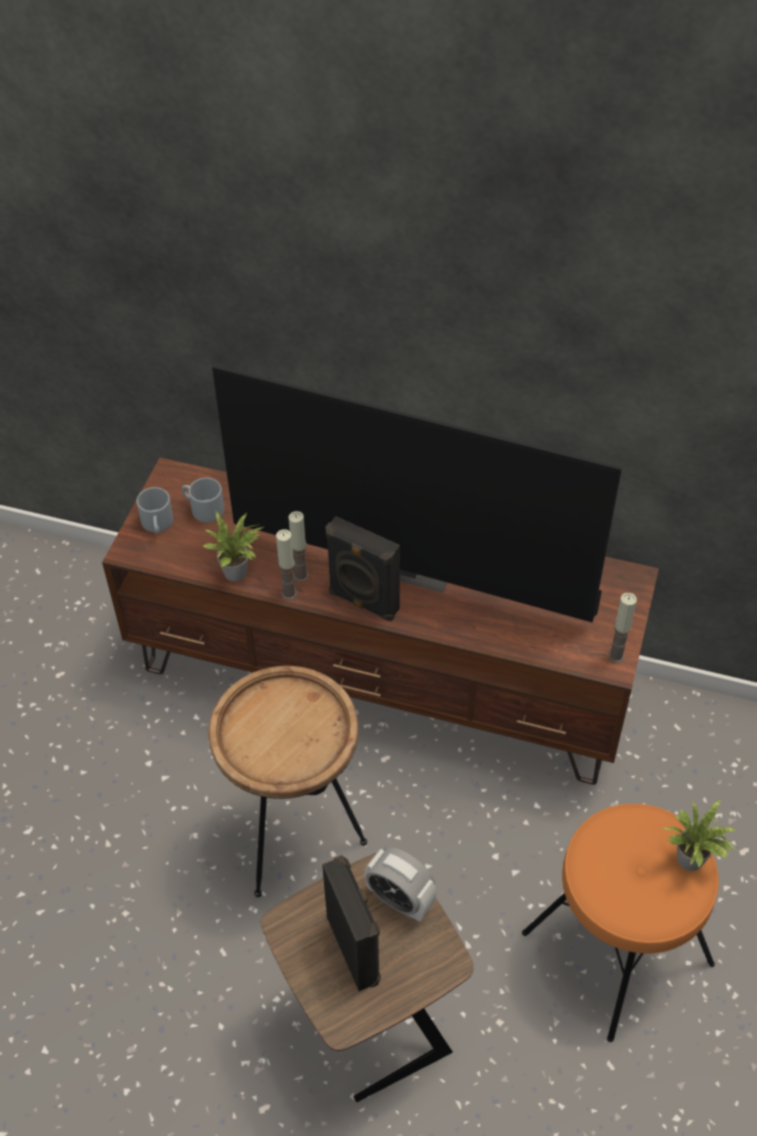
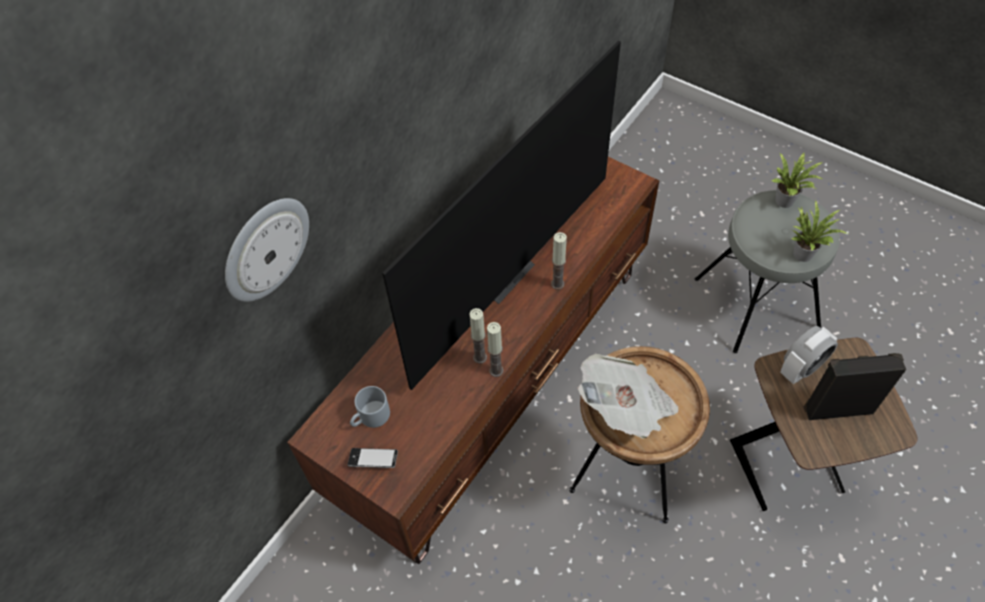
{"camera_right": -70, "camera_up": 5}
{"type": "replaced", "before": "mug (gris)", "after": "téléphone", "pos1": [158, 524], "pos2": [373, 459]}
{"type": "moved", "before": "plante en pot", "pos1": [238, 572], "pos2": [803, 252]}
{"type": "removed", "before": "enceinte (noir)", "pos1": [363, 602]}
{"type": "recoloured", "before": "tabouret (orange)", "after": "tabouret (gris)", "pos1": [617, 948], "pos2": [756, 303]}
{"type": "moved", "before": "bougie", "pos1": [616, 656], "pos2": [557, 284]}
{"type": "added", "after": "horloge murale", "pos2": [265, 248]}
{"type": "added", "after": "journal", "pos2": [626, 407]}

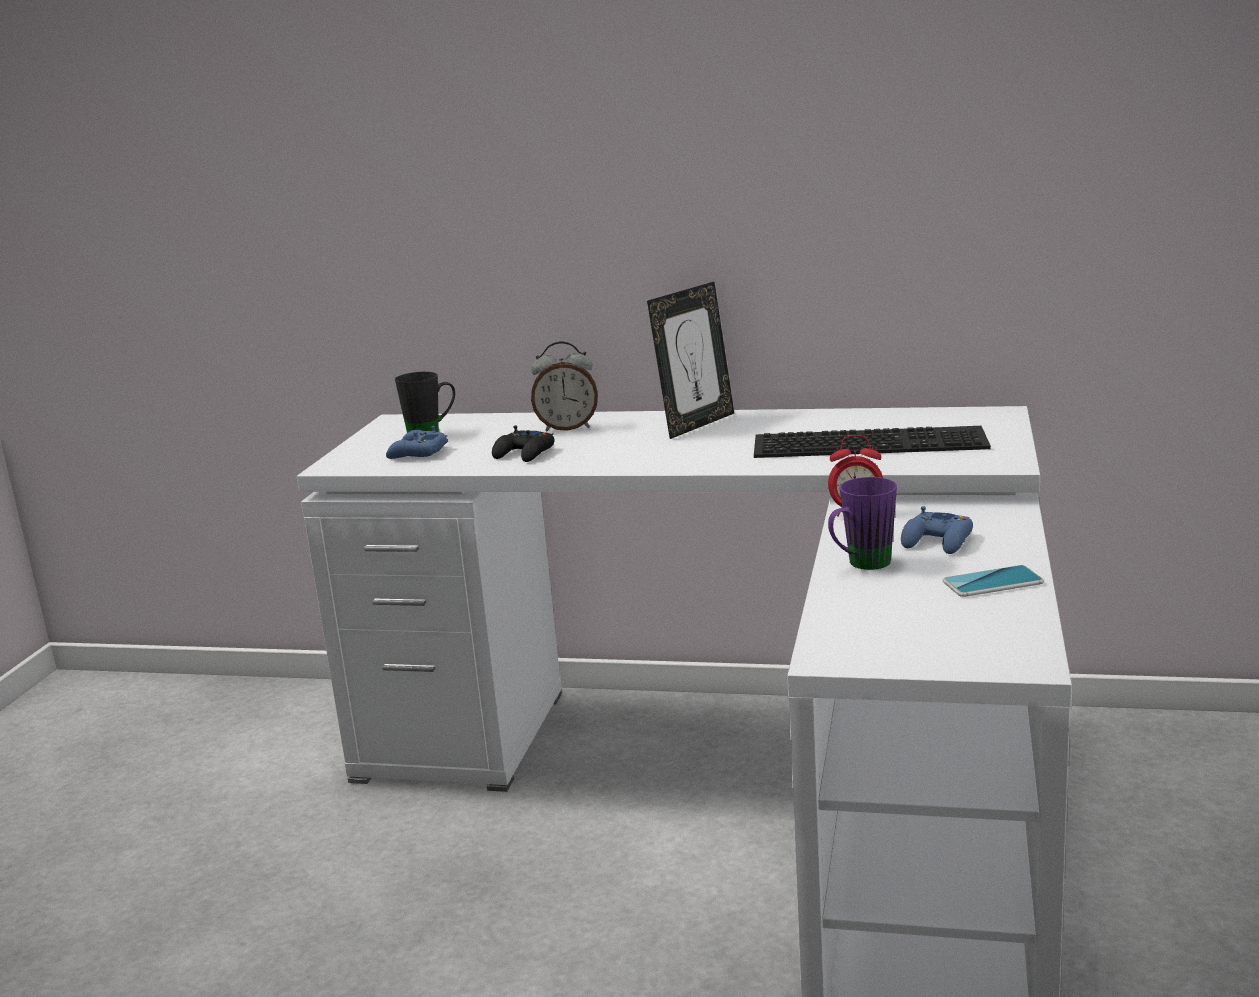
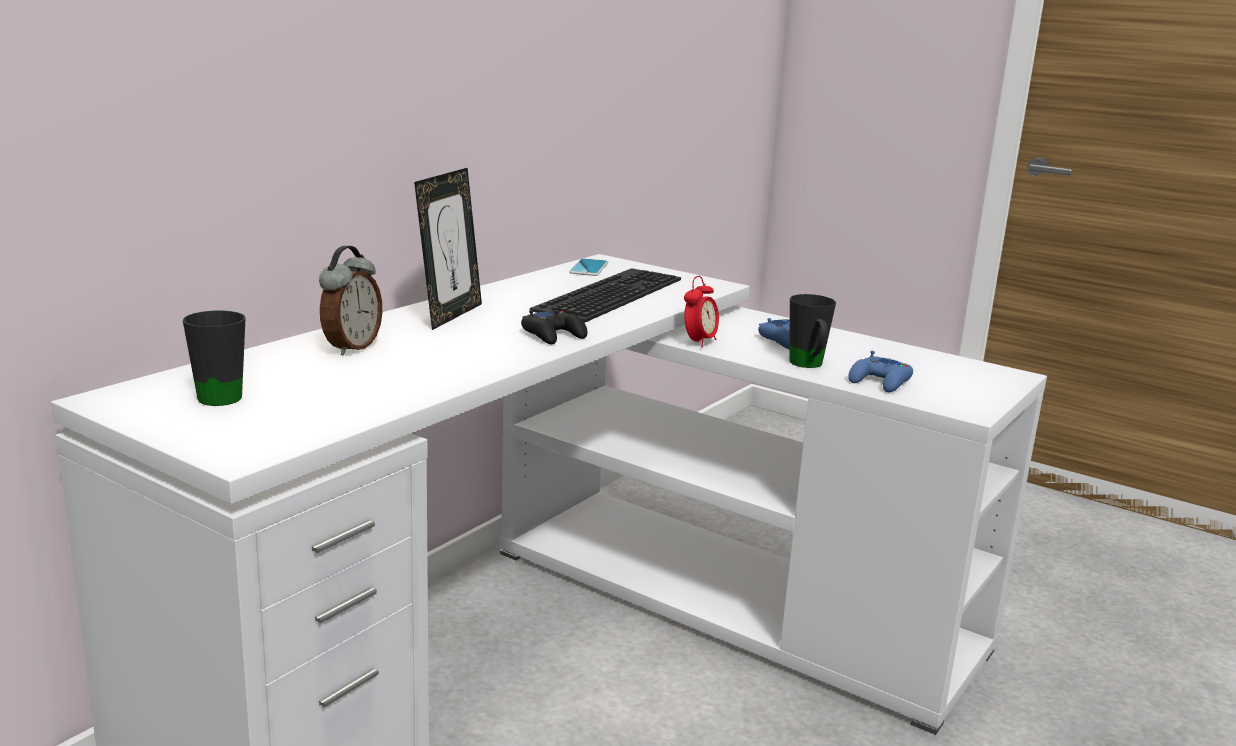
{"camera_right": -70, "camera_up": 0}
{"type": "moved", "before": "manette (bleu)", "pos1": [417, 453], "pos2": [880, 382]}
{"type": "moved", "before": "manette (noir)", "pos1": [524, 453], "pos2": [554, 335]}
{"type": "turned", "before": "cadre photo", "pos1": [696, 424], "pos2": [450, 315], "turn": 45}
{"type": "recoloured", "before": "mug (violet)", "after": "mug (noir)", "pos1": [861, 565], "pos2": [808, 366]}
{"type": "moved", "before": "téléphone", "pos1": [992, 582], "pos2": [589, 268]}

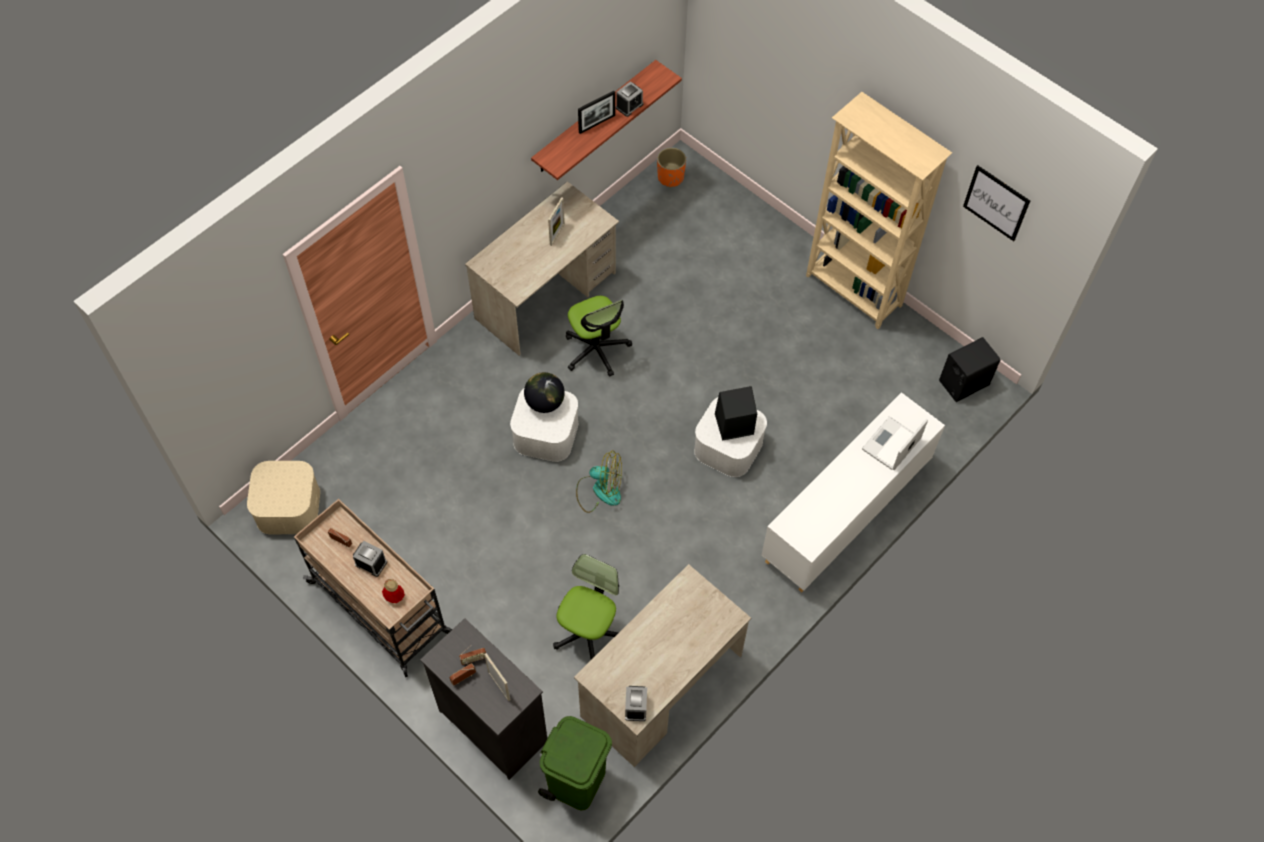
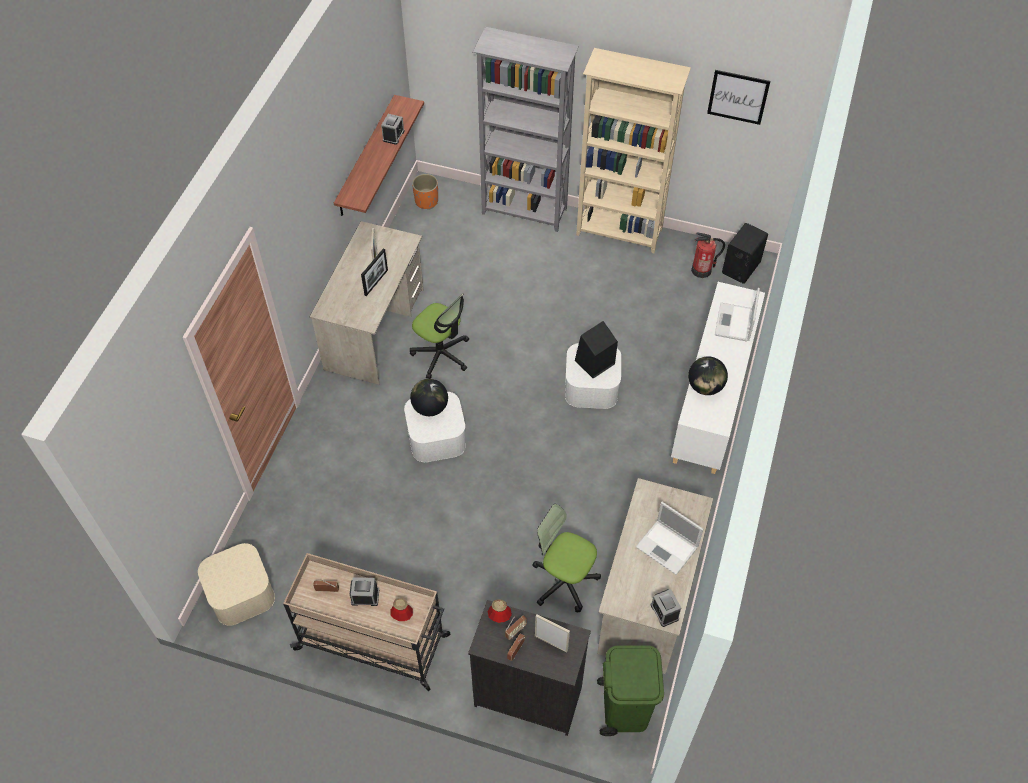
{"camera_right": -25, "camera_up": -5}
{"type": "turned", "before": "chaise de bureau", "pos1": [589, 632], "pos2": [564, 581], "turn": -60}
{"type": "removed", "before": "ventilateur", "pos1": [599, 490]}
{"type": "moved", "before": "cadre photo", "pos1": [597, 124], "pos2": [376, 282]}
{"type": "added", "after": "bibliothèque (gris)", "pos2": [524, 212]}
{"type": "added", "after": "bouteille", "pos2": [499, 616]}
{"type": "added", "after": "ordinateur portable", "pos2": [668, 547]}
{"type": "added", "after": "globe", "pos2": [705, 387]}
{"type": "added", "after": "extincteur", "pos2": [701, 270]}

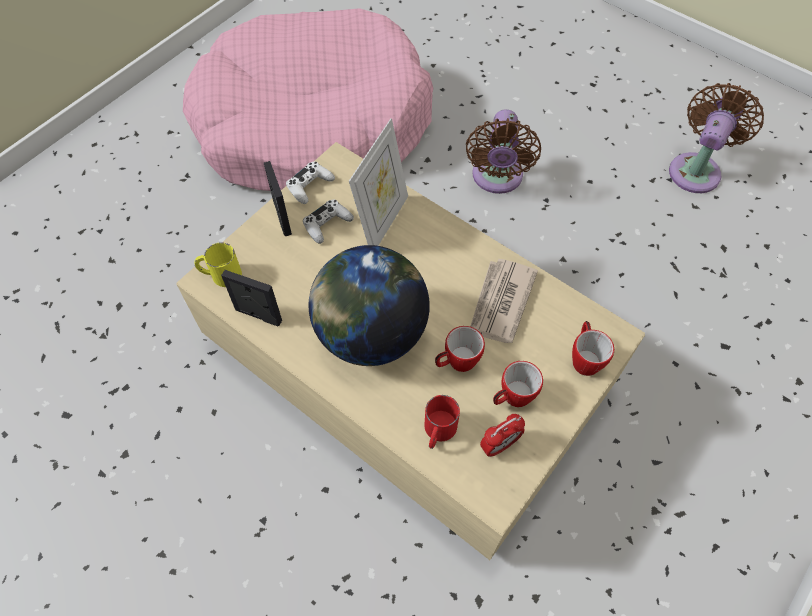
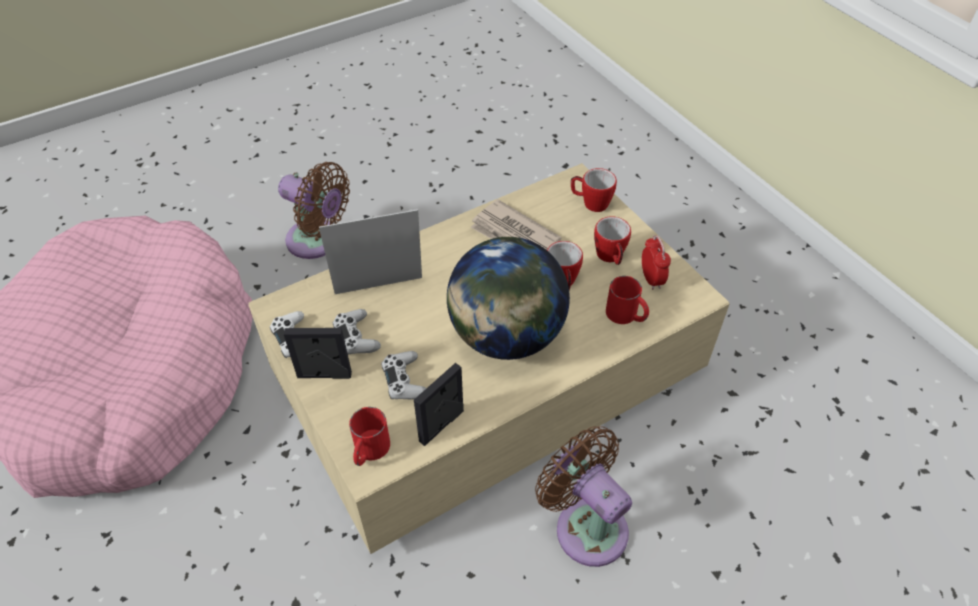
{"camera_right": -70, "camera_up": -10}
{"type": "recoloured", "before": "mug (jaune)", "after": "mug (rouge)", "pos1": [220, 274], "pos2": [369, 451]}
{"type": "turned", "before": "cadre photo", "pos1": [382, 222], "pos2": [380, 292], "turn": -60}
{"type": "moved", "before": "ventilateur (marron)", "pos1": [696, 169], "pos2": [586, 525]}
{"type": "added", "after": "manette (blanc)", "pos2": [404, 381]}

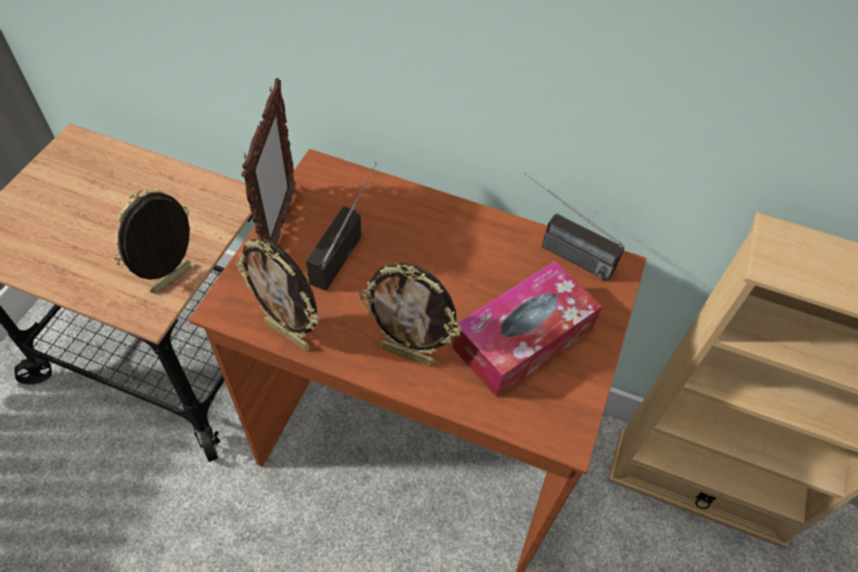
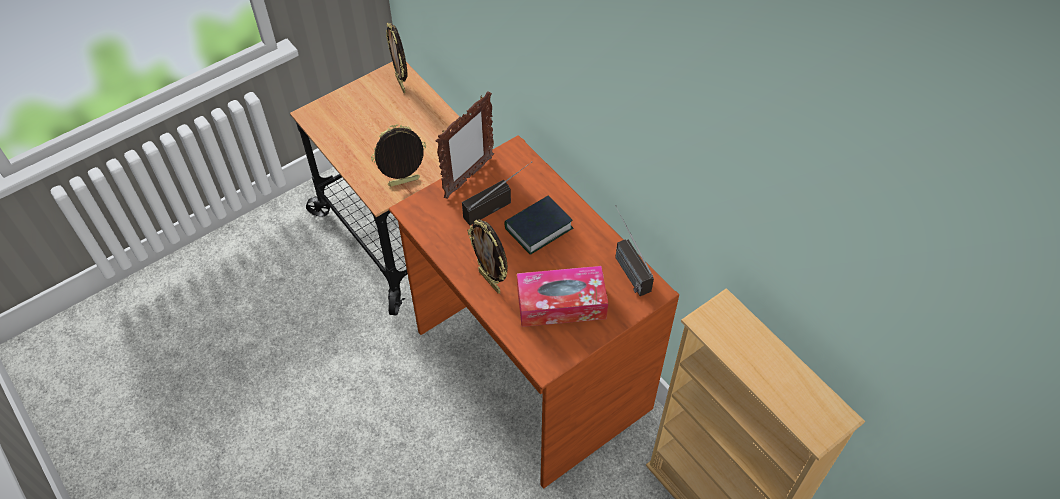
{"camera_right": 35, "camera_up": 0}
{"type": "moved", "before": "cadre photo", "pos1": [289, 335], "pos2": [401, 84]}
{"type": "added", "after": "livre", "pos2": [538, 228]}

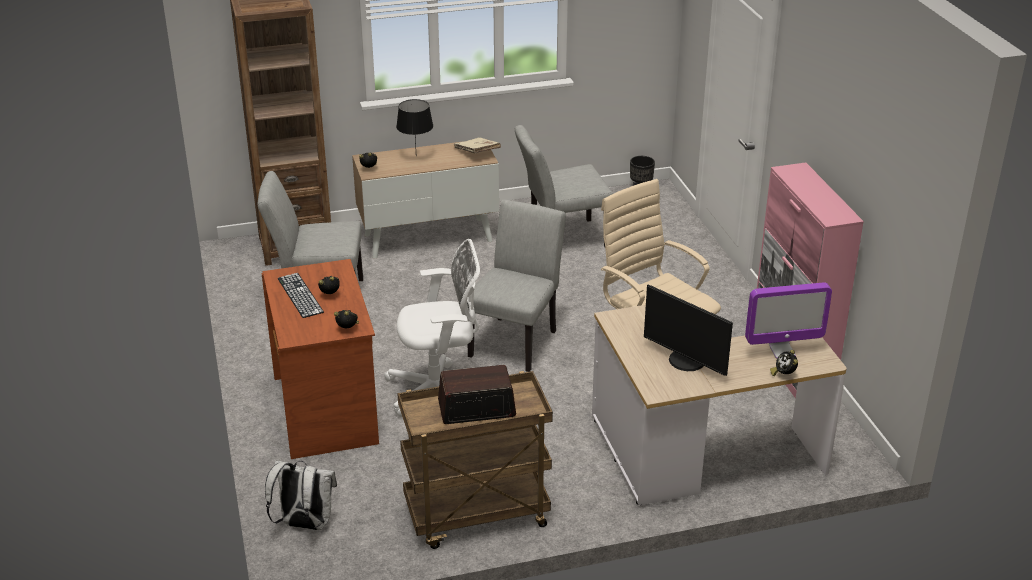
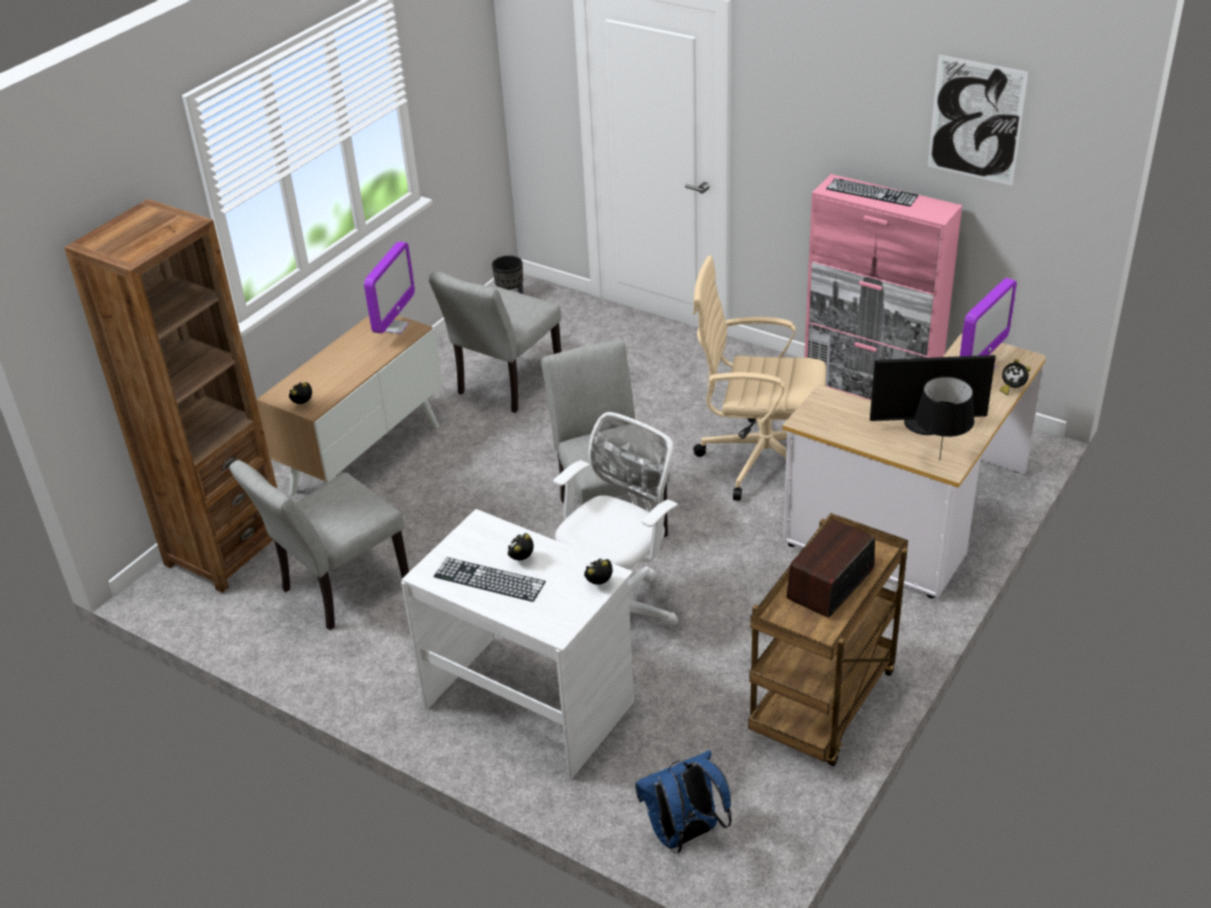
{"camera_right": -40, "camera_up": 5}
{"type": "recoloured", "before": "bureau (marron)", "after": "bureau (blanc)", "pos1": [326, 410], "pos2": [530, 704]}
{"type": "recoloured", "before": "sac à dos (blanc)", "after": "sac à dos (bleu)", "pos1": [304, 524], "pos2": [684, 835]}
{"type": "moved", "before": "lampe de table (noir)", "pos1": [415, 156], "pos2": [939, 460]}
{"type": "replaced", "before": "livre (beige)", "after": "écran d'ordinateur", "pos1": [477, 152], "pos2": [394, 327]}
{"type": "added", "after": "clavier", "pos2": [872, 192]}
{"type": "added", "after": "tableau", "pos2": [976, 120]}

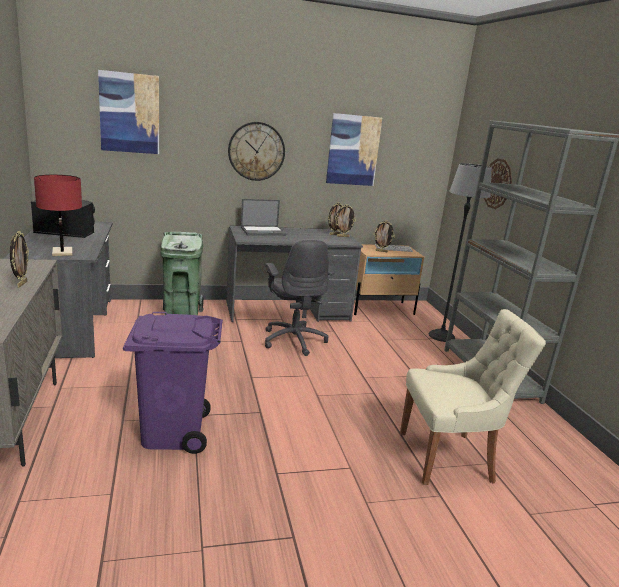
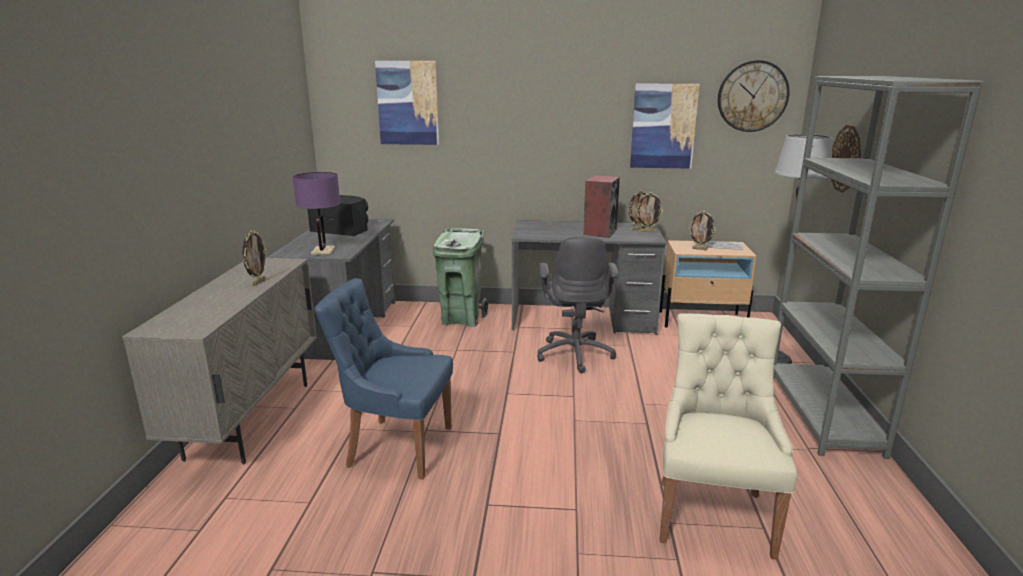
{"camera_right": 20, "camera_up": 0}
{"type": "recoloured", "before": "lampe de table (rouge)", "after": "lampe de table (violet)", "pos1": [62, 252], "pos2": [323, 251]}
{"type": "replaced", "before": "poubelle (violet)", "after": "chaise (bleu)", "pos1": [172, 432], "pos2": [396, 446]}
{"type": "moved", "before": "horloge murale", "pos1": [256, 151], "pos2": [752, 96]}
{"type": "removed", "before": "ordinateur portable", "pos1": [263, 231]}
{"type": "turned", "before": "chaise (beige)", "pos1": [449, 457], "pos2": [712, 513], "turn": -90}
{"type": "added", "after": "enceinte", "pos2": [599, 232]}

